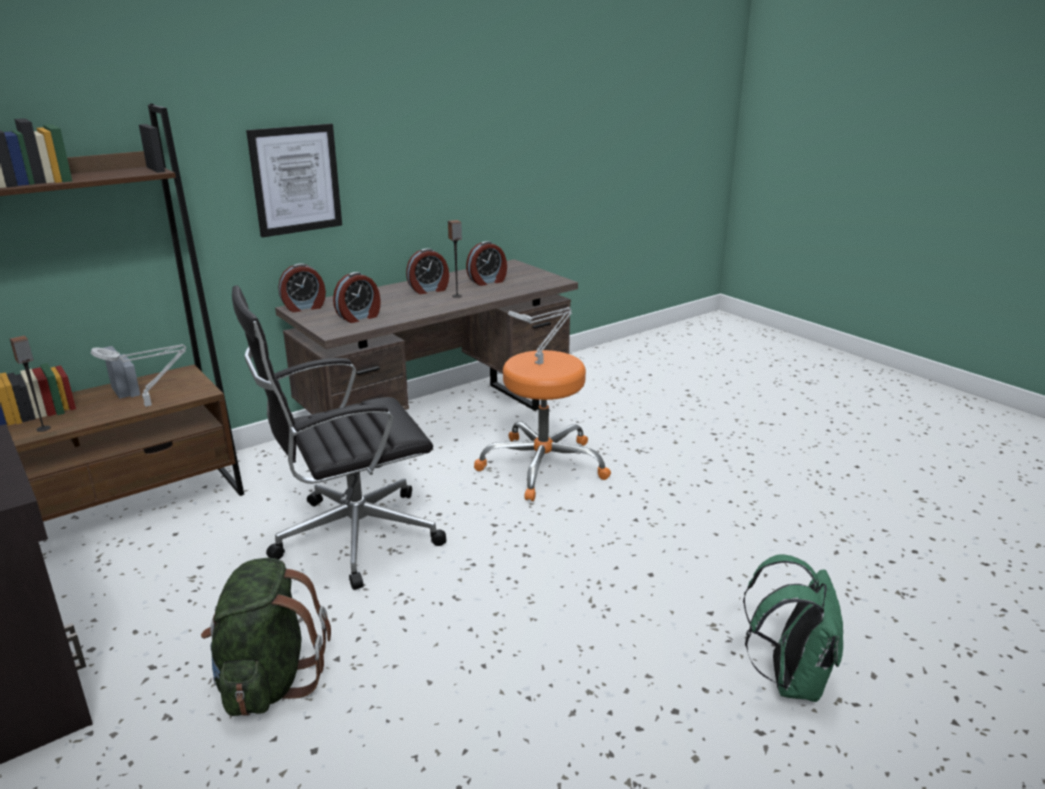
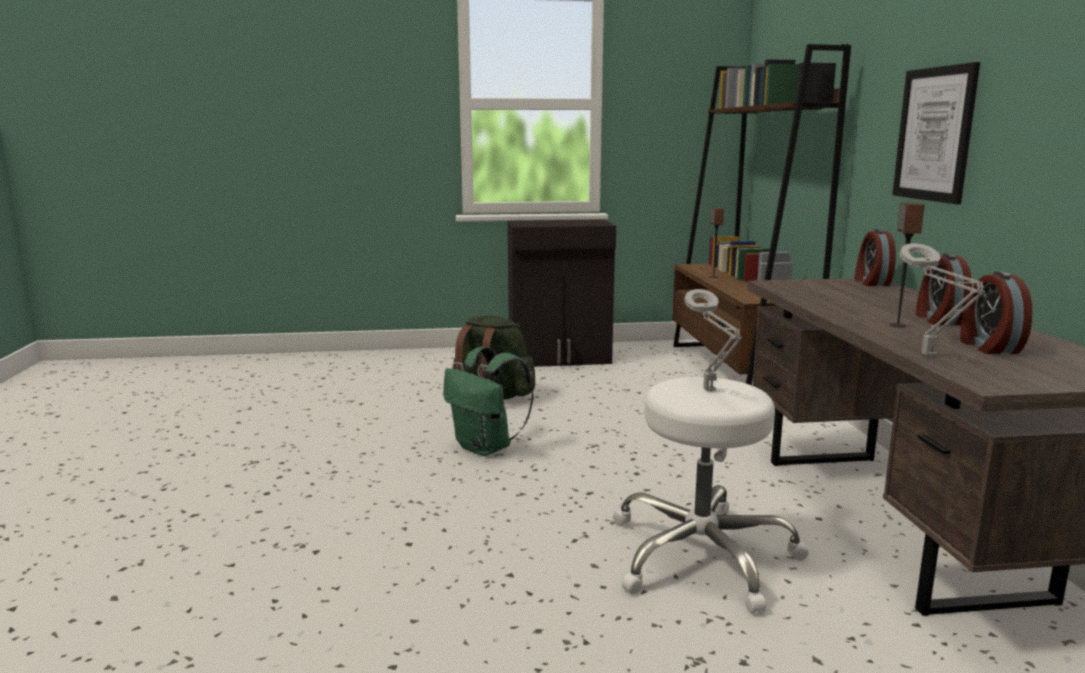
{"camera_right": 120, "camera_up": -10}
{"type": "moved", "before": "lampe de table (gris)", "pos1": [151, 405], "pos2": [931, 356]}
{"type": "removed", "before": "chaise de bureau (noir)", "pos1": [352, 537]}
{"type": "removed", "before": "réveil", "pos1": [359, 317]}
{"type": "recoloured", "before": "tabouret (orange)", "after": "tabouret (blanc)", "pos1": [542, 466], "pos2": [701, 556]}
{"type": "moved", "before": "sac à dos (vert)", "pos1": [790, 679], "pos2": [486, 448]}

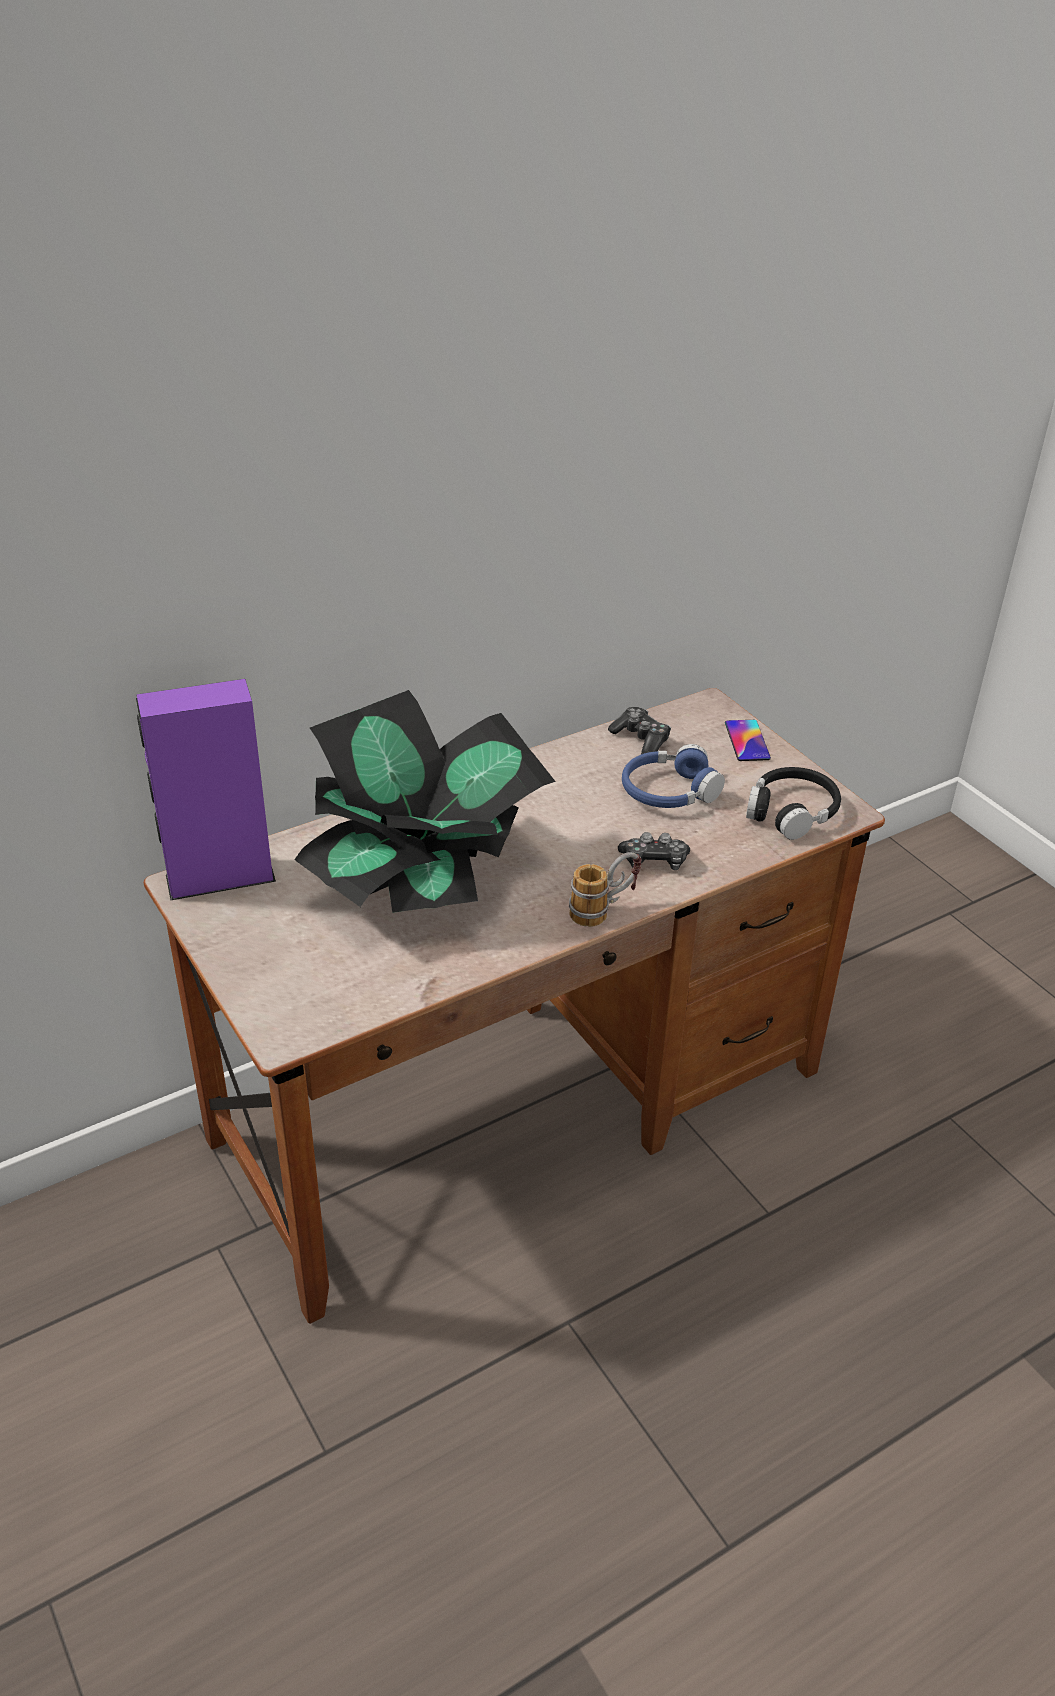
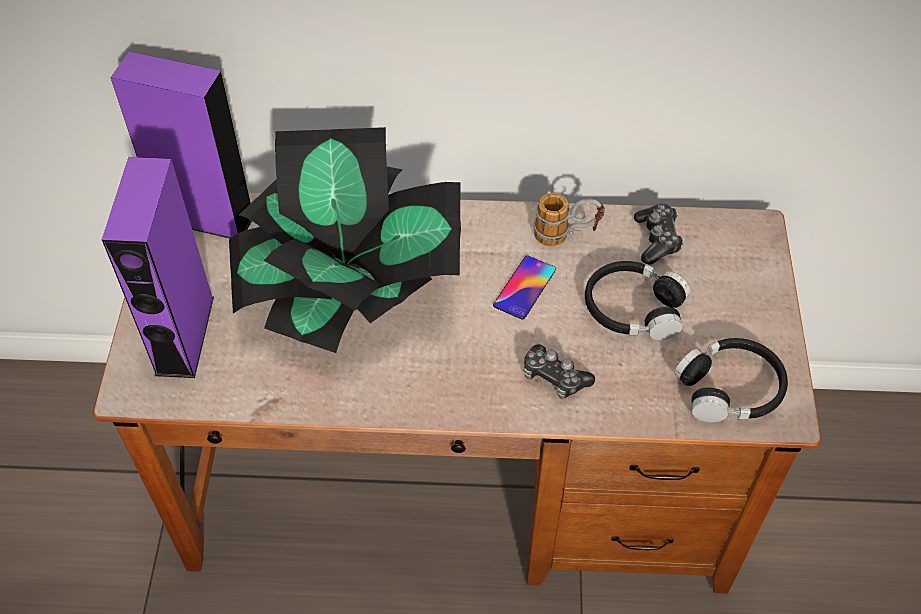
{"camera_right": 35, "camera_up": 15}
{"type": "moved", "before": "mug", "pos1": [604, 909], "pos2": [566, 236]}
{"type": "recoloured", "before": "casque audio (bleu)", "after": "casque audio (noir)", "pos1": [669, 791], "pos2": [633, 309]}
{"type": "moved", "before": "téléphone", "pos1": [747, 741], "pos2": [524, 287]}
{"type": "added", "after": "enceinte (violet)", "pos2": [184, 335]}

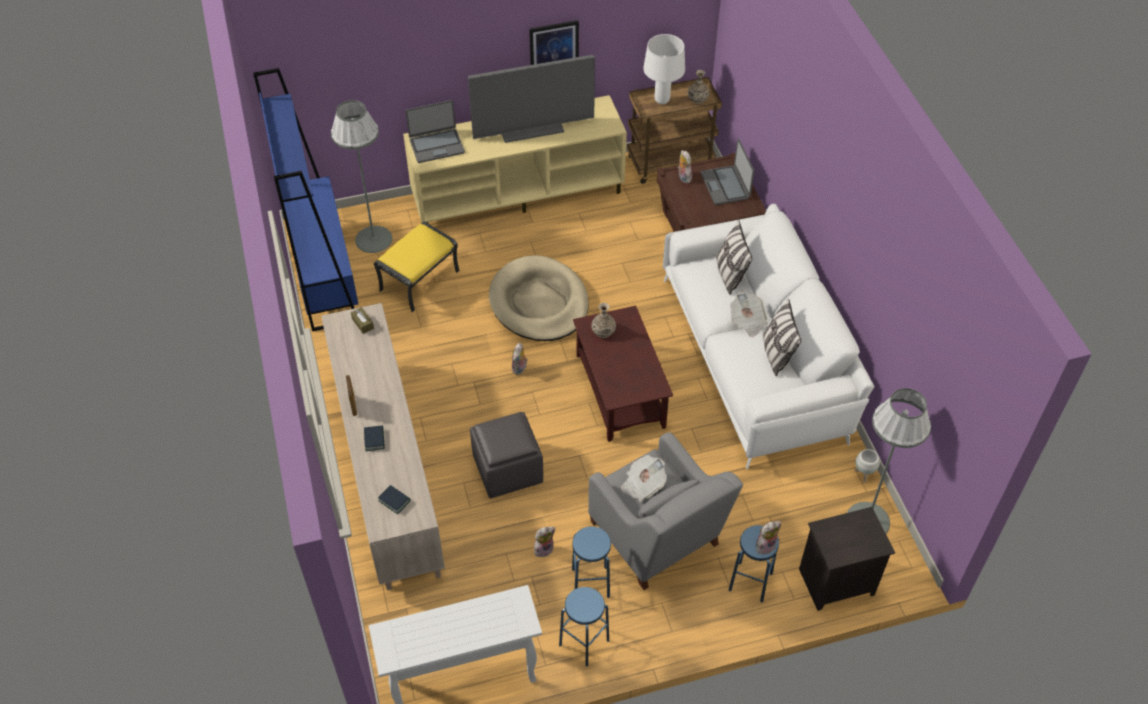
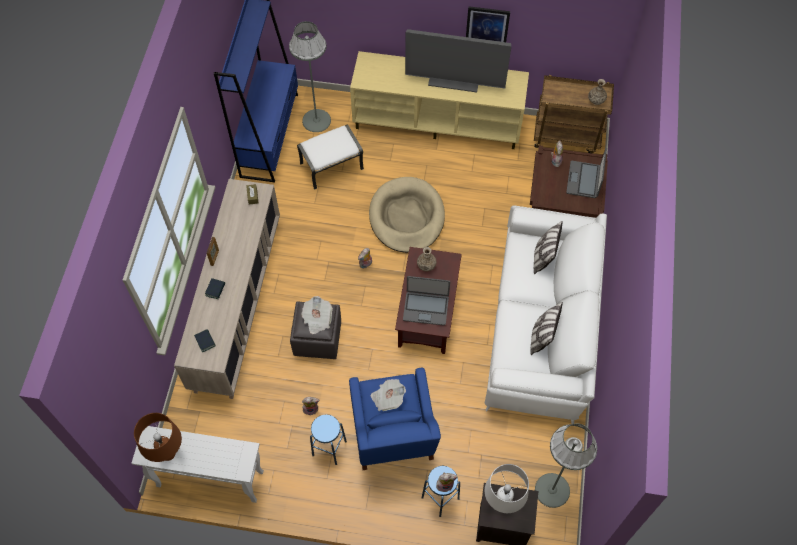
{"camera_right": 25, "camera_up": 10}
{"type": "recoloured", "before": "pouf (jaune)", "after": "pouf (blanc)", "pos1": [419, 280], "pos2": [332, 166]}
{"type": "moved", "before": "ordinateur portable", "pos1": [436, 146], "pos2": [426, 308]}
{"type": "removed", "before": "tabouret (bleu)", "pos1": [584, 642]}
{"type": "recoloured", "before": "fauteuil (gris)", "after": "fauteuil (bleu)", "pos1": [657, 538], "pos2": [393, 435]}
{"type": "moved", "before": "lampe de table (blanc)", "pos1": [661, 100], "pos2": [502, 502]}
{"type": "moved", "before": "journal", "pos1": [747, 321], "pos2": [317, 319]}
{"type": "added", "after": "lampe de table (marron)", "pos2": [168, 454]}

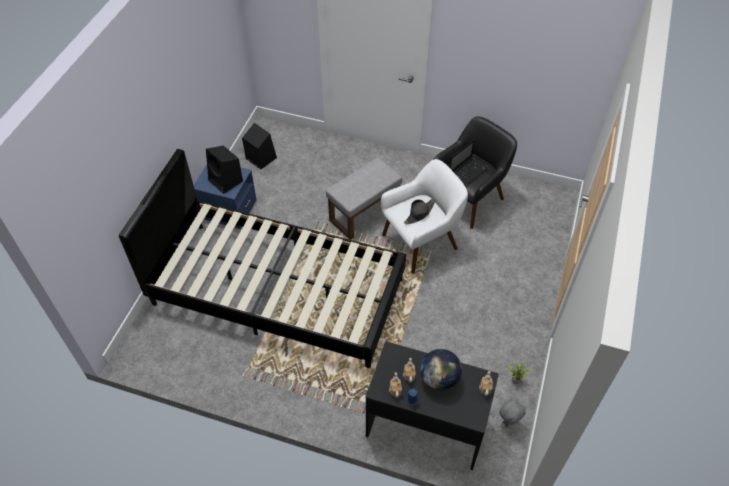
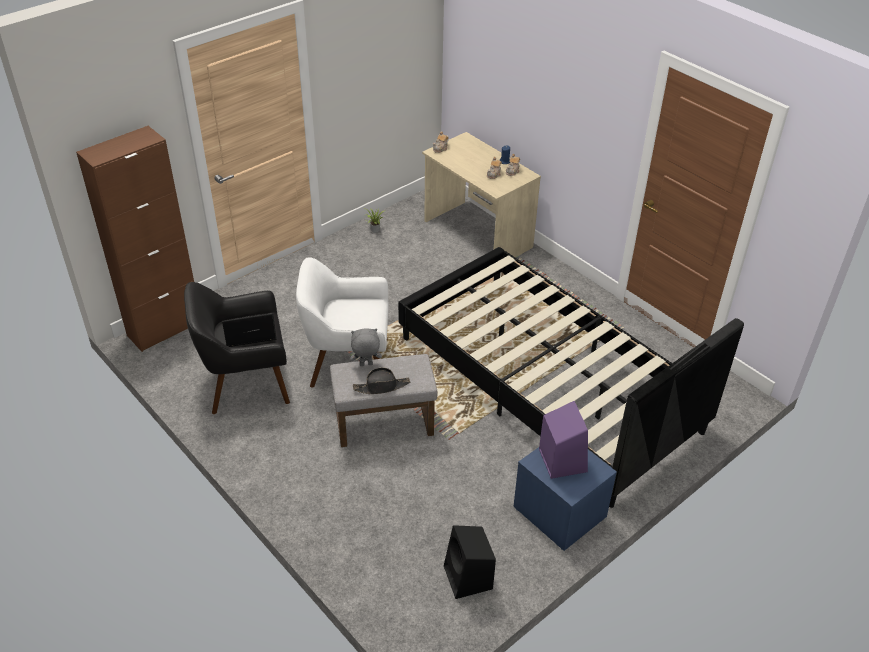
{"camera_right": -150, "camera_up": -10}
{"type": "recoloured", "before": "enceinte (noir)", "after": "enceinte (violet)", "pos1": [226, 181], "pos2": [561, 459]}
{"type": "recoloured", "before": "bureau (noir)", "after": "bureau (beige)", "pos1": [426, 425], "pos2": [477, 234]}
{"type": "moved", "before": "chapeau (noir)", "pos1": [419, 214], "pos2": [381, 387]}
{"type": "removed", "before": "globe", "pos1": [439, 379]}
{"type": "moved", "before": "peluche (gris)", "pos1": [508, 422], "pos2": [366, 365]}
{"type": "added", "after": "meuble de rangement (marron)", "pos2": [165, 328]}

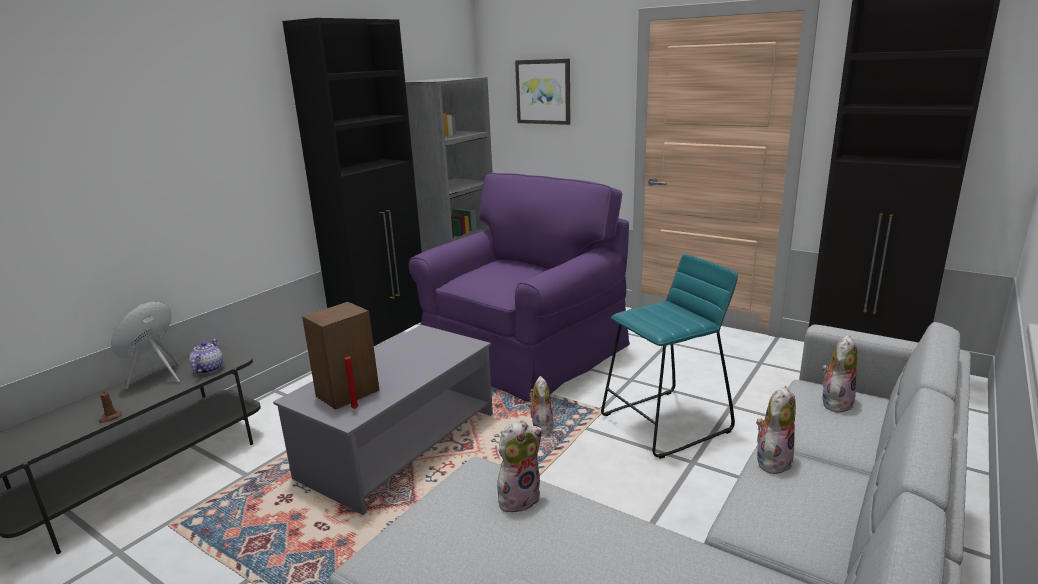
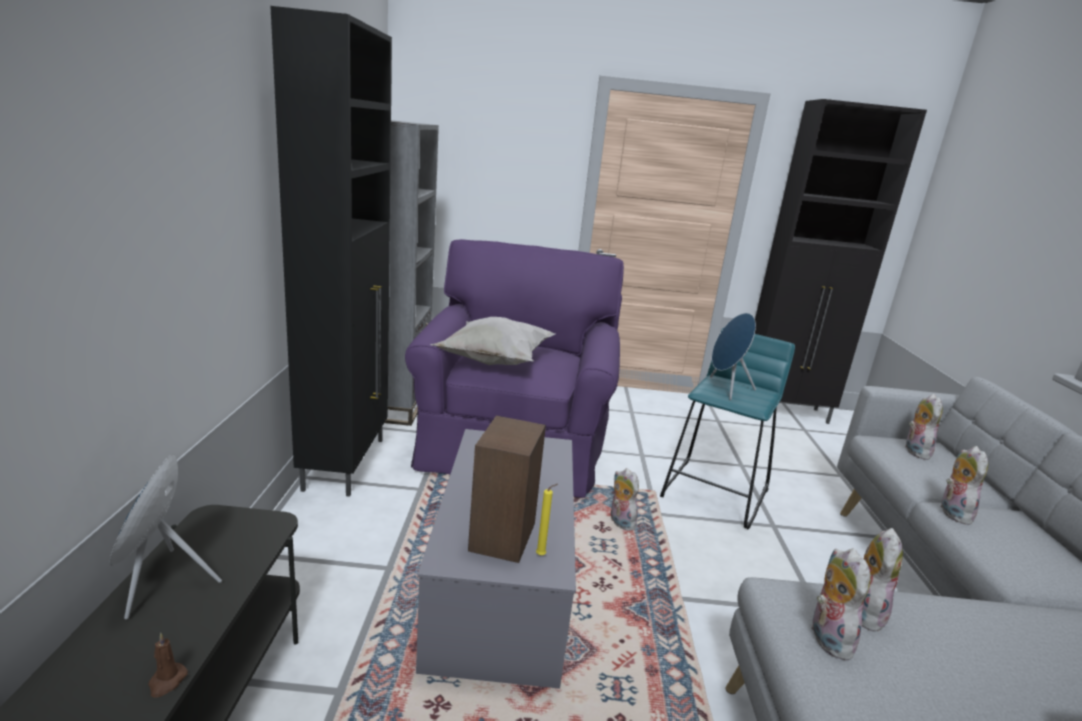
{"camera_right": -35, "camera_up": 0}
{"type": "removed", "before": "théière", "pos1": [208, 369]}
{"type": "recoloured", "before": "bougie (rouge)", "after": "bougie (jaune)", "pos1": [356, 409], "pos2": [542, 555]}
{"type": "removed", "before": "tableau", "pos1": [543, 92]}
{"type": "added", "after": "coussin (blanc)", "pos2": [494, 362]}
{"type": "added", "after": "enceinte (bleu)", "pos2": [726, 388]}
{"type": "added", "after": "peluche", "pos2": [826, 637]}

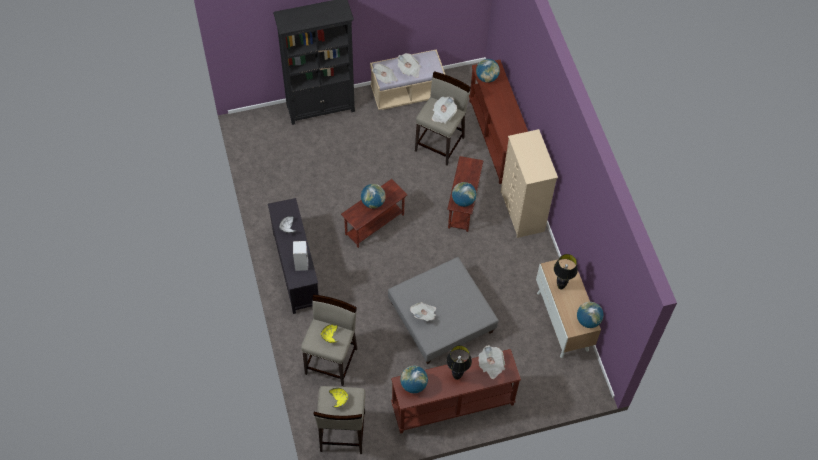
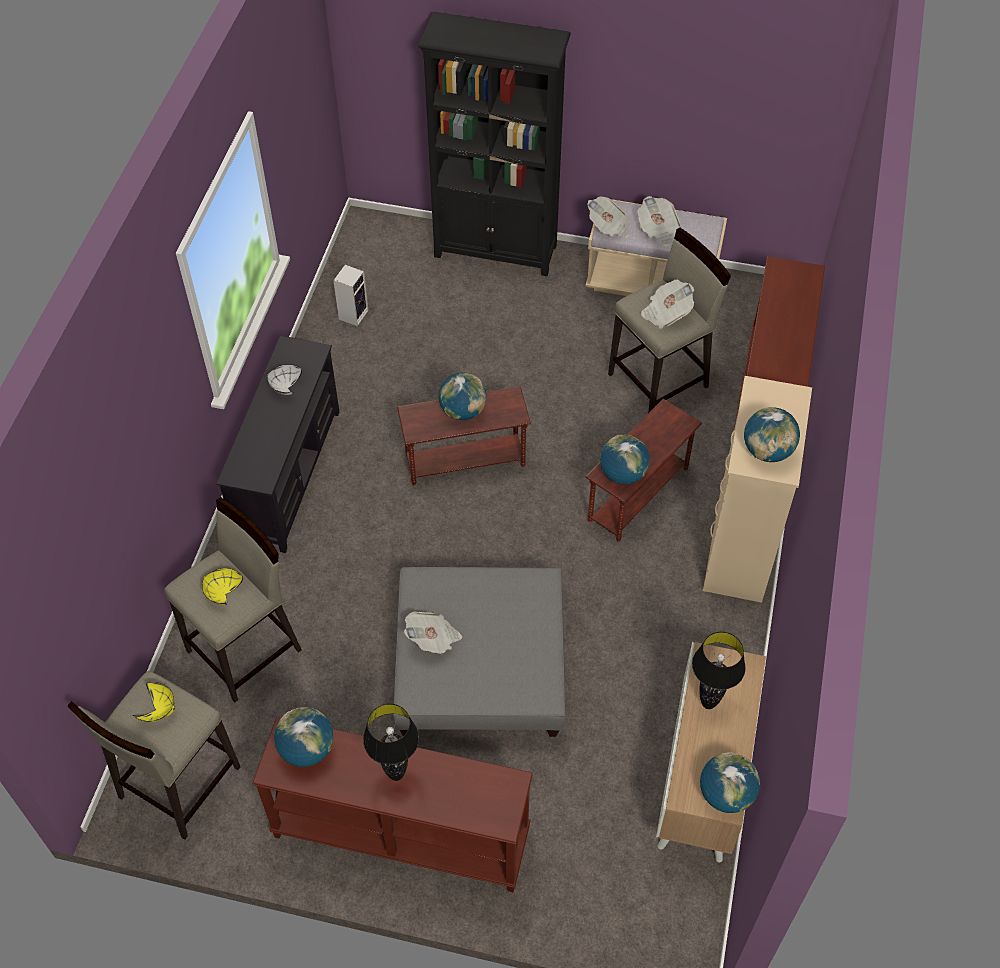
{"camera_right": 30, "camera_up": -5}
{"type": "moved", "before": "enceinte", "pos1": [301, 263], "pos2": [353, 314]}
{"type": "moved", "before": "globe", "pos1": [486, 78], "pos2": [767, 451]}
{"type": "removed", "before": "journal", "pos1": [491, 365]}

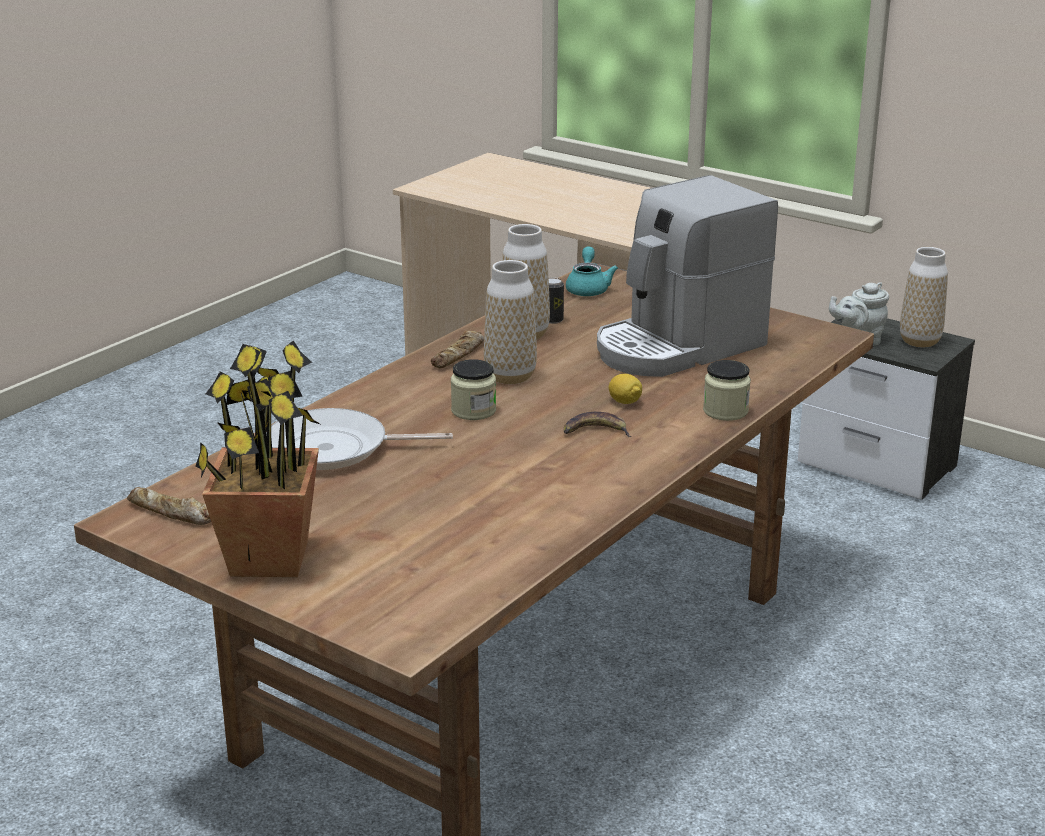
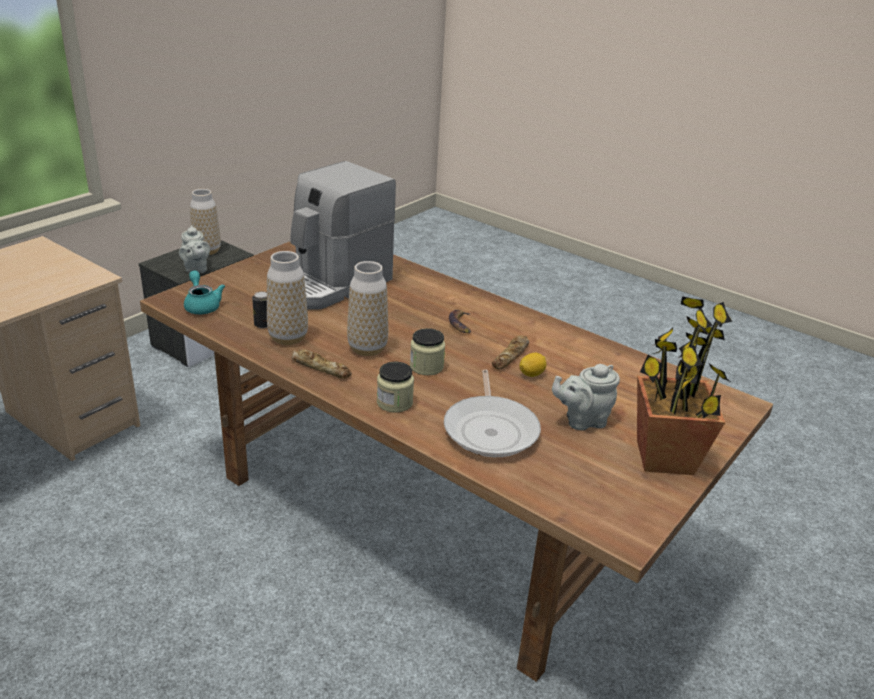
{"camera_right": -90, "camera_up": 5}
{"type": "moved", "before": "pain", "pos1": [171, 513], "pos2": [511, 356]}
{"type": "turned", "before": "théière (turquoise)", "pos1": [588, 288], "pos2": [202, 305], "turn": 60}
{"type": "turned", "before": "machine à café", "pos1": [677, 347], "pos2": [330, 285], "turn": 75}
{"type": "moved", "before": "citron", "pos1": [625, 402], "pos2": [531, 374]}
{"type": "moved", "before": "bocal", "pos1": [725, 411], "pos2": [394, 402]}
{"type": "added", "after": "théière (gris)", "pos2": [582, 420]}

